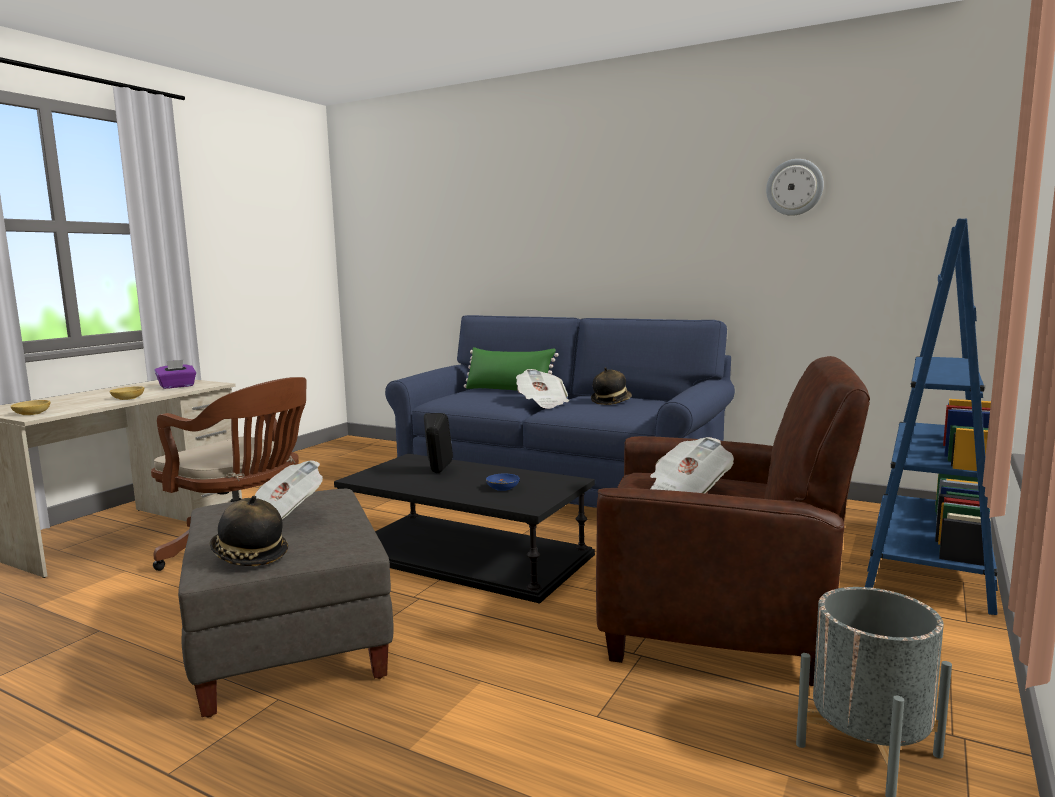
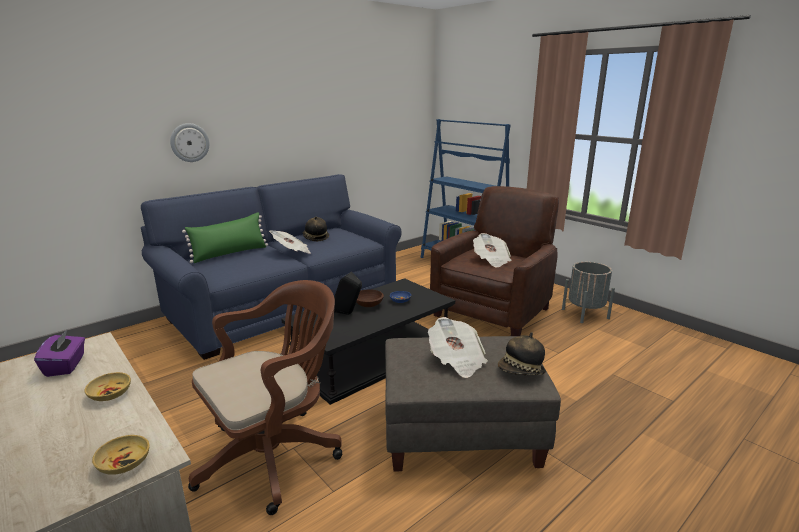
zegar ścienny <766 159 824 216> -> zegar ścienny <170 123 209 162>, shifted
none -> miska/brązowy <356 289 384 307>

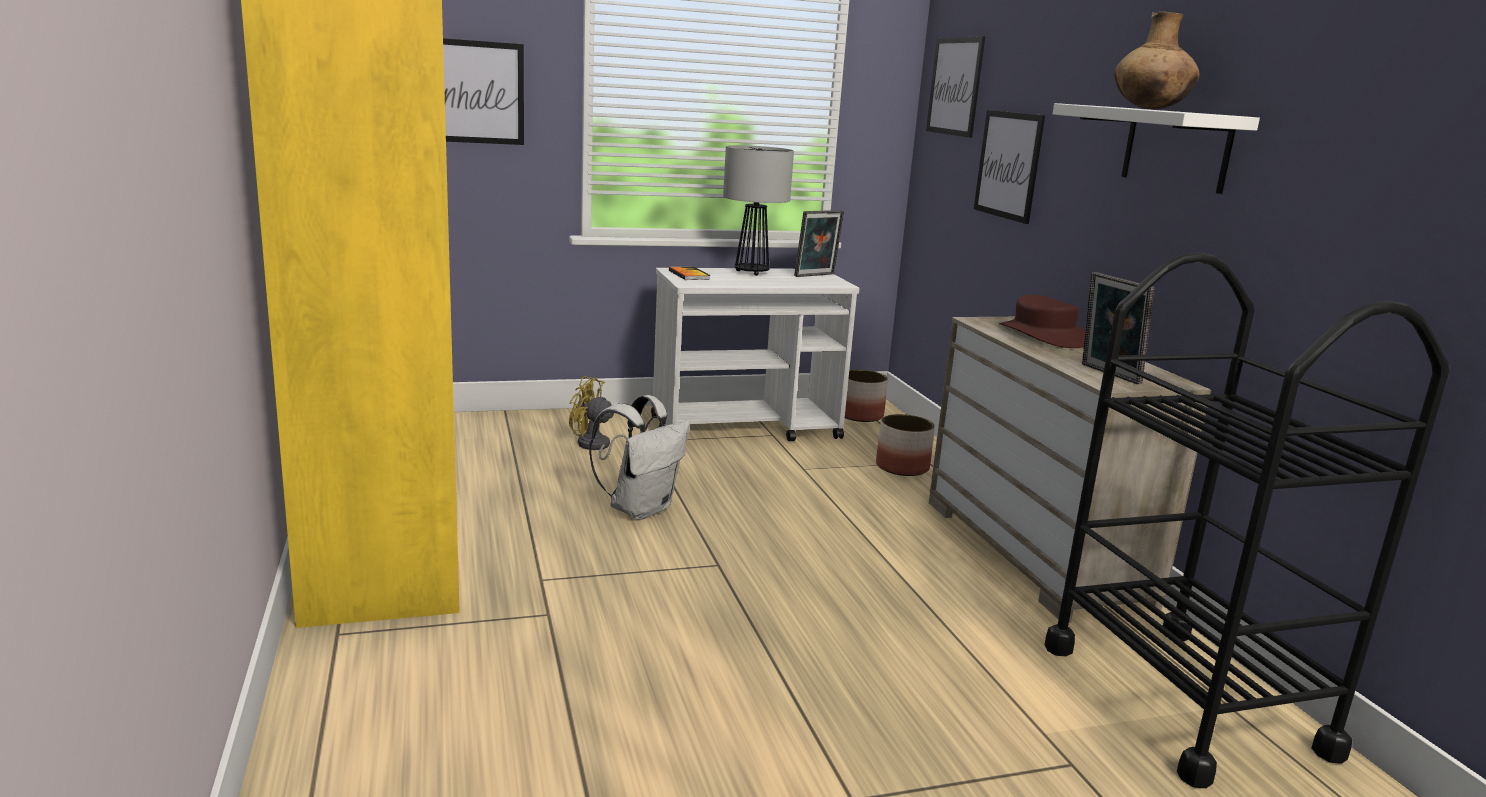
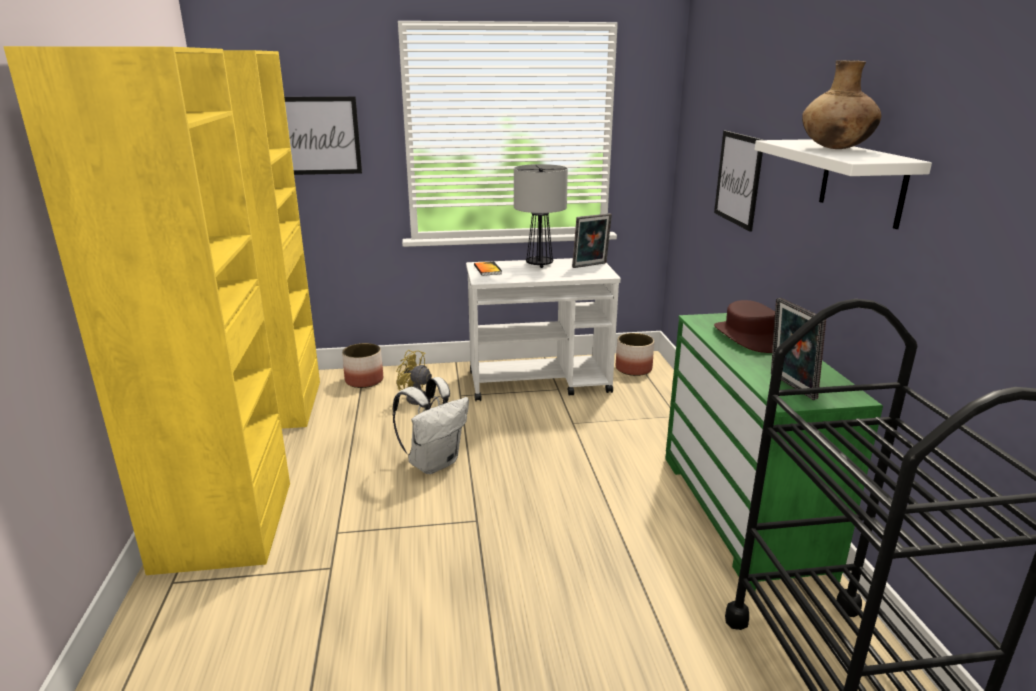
donica <876 414 935 476> -> donica <342 343 383 388>, shifted
obraz <926 36 985 138> -> none
komoda/beżowy <929 317 1211 623> -> komoda/zielony <665 313 883 591>

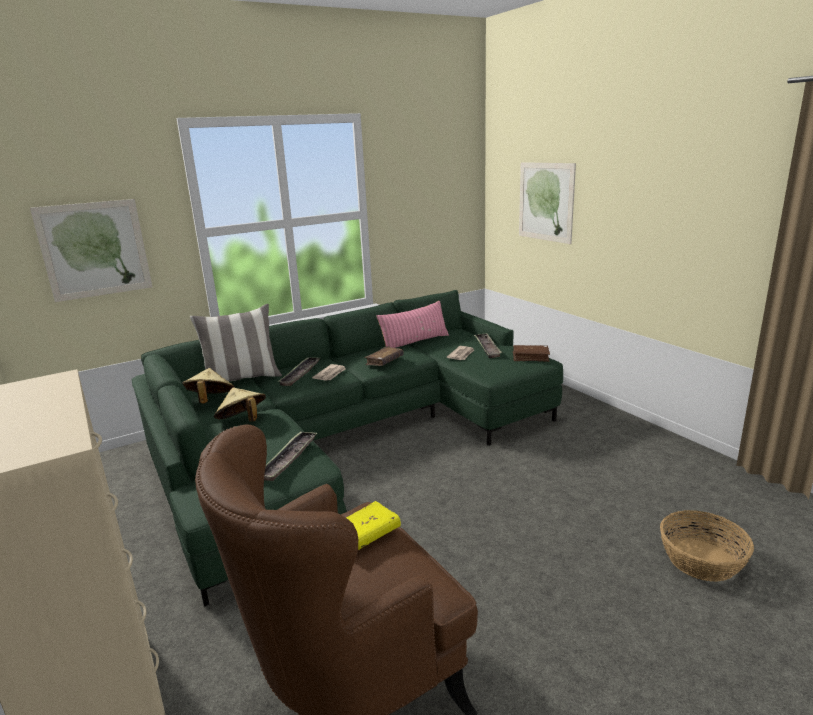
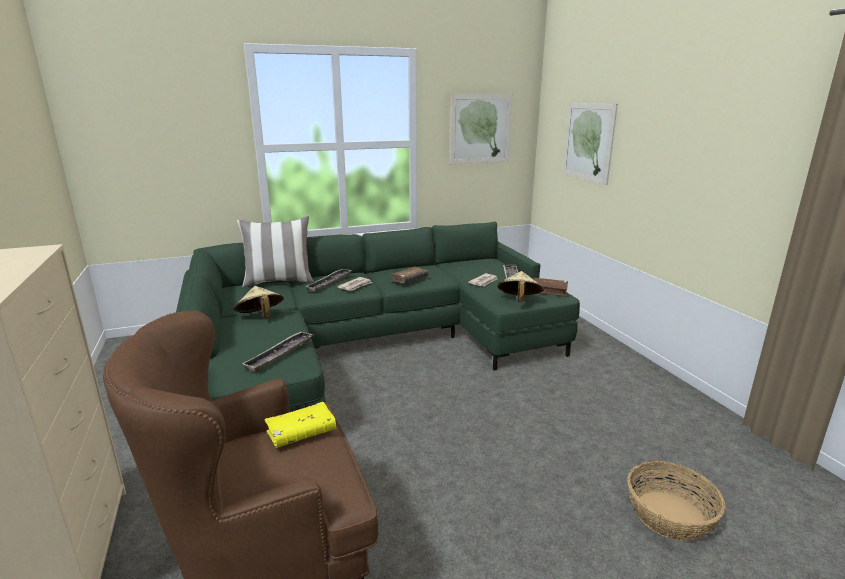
obraz <30 199 152 302> -> obraz <450 94 512 164>, shifted
kapelusz/beżowy <182 368 234 404> -> kapelusz/beżowy <498 271 544 302>, shifted
poduszka/różowy <376 301 449 348> -> none

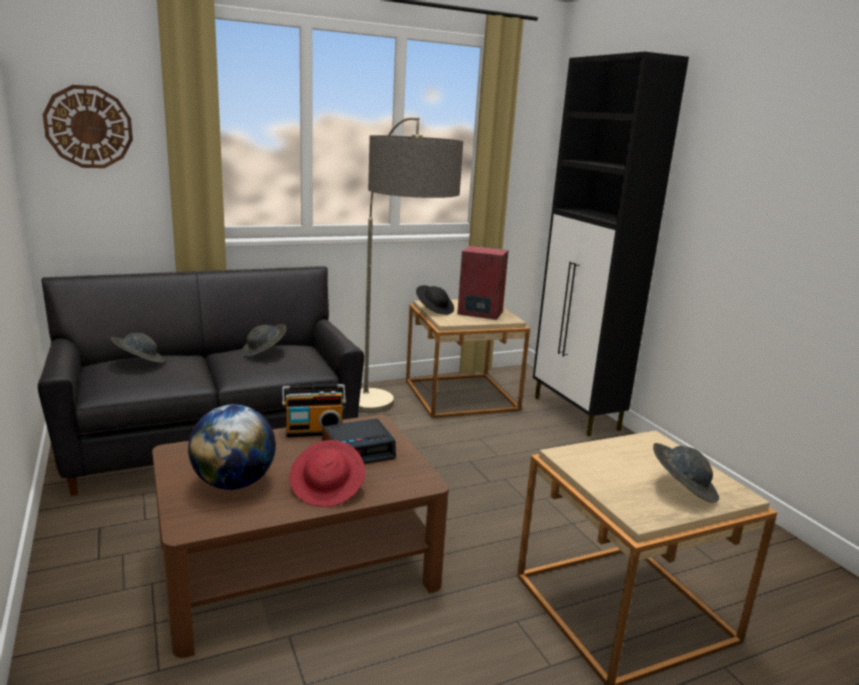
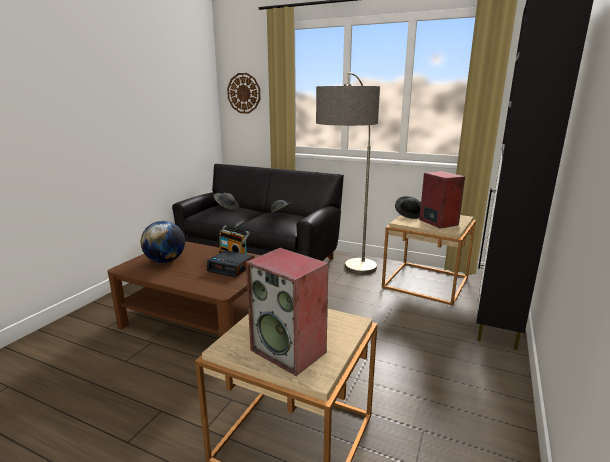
kapelusz/czerwony <289 440 365 507> -> none
kapelusz/szary <653 443 719 503> -> głośnik <246 248 328 376>

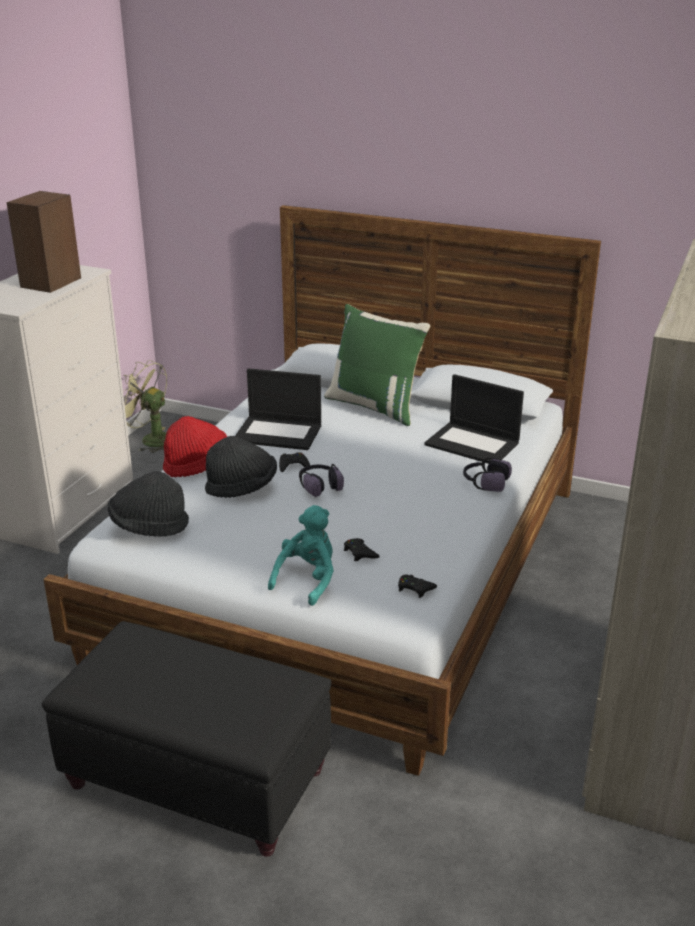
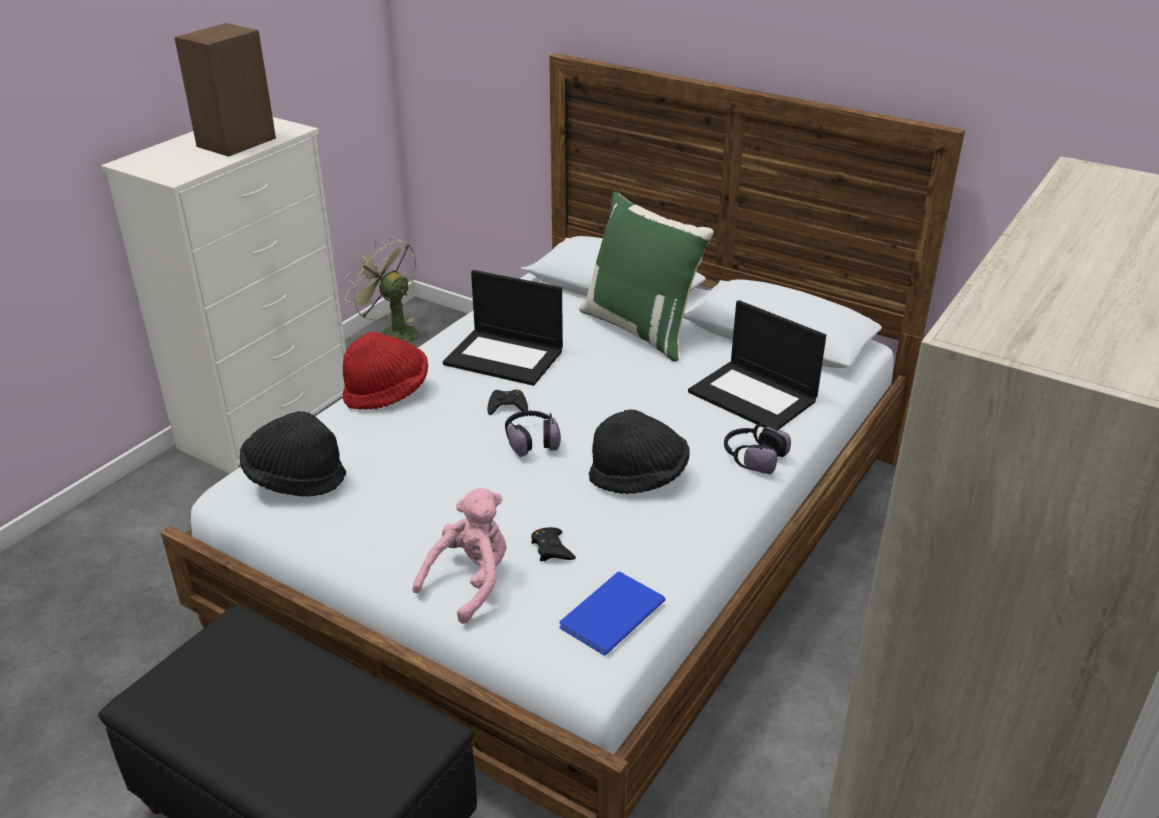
kapelusz/czarny <205 436 277 498> -> kapelusz/czarny <589 409 690 494>, shifted
pluszak/turkusowy <268 505 334 606> -> pluszak/różowy <412 488 506 624>
pad do gier/czarny <398 574 437 598> -> książka/niebieski <560 572 665 656>

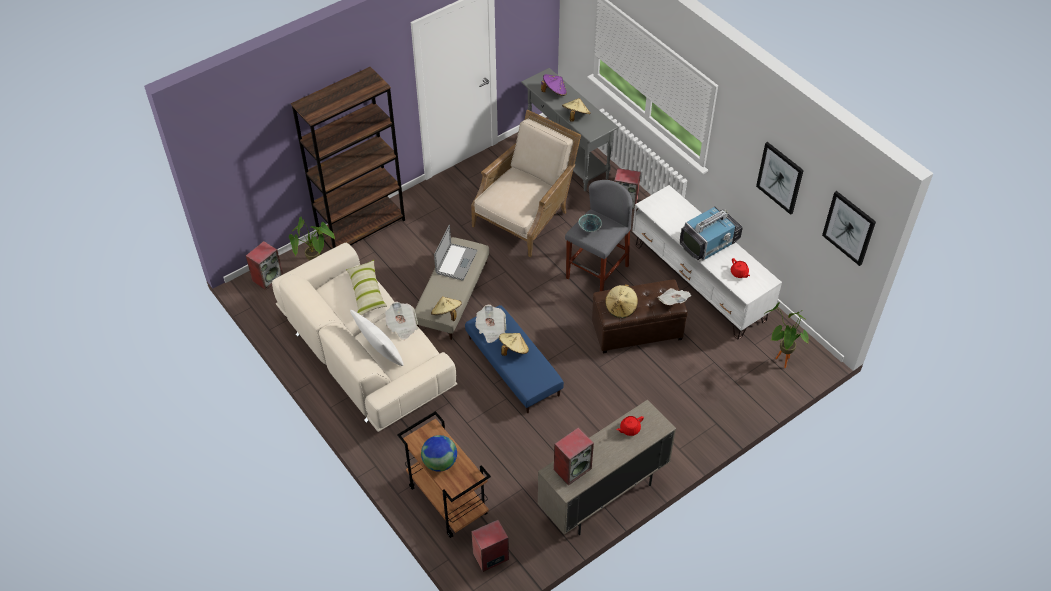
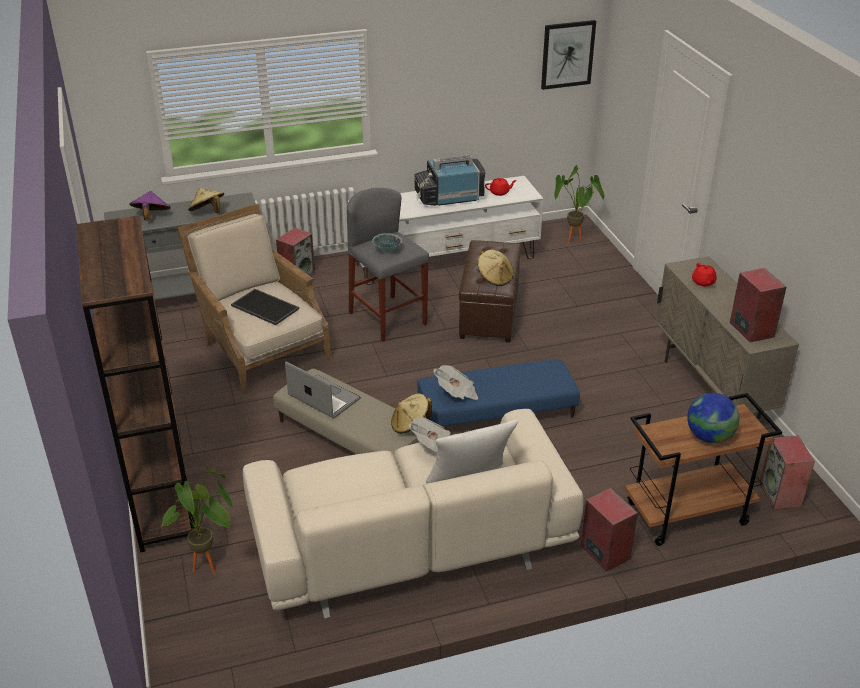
głośnik <246 241 283 290> -> głośnik <581 488 638 572>, shifted
poduszka <346 260 387 315> -> none
kapelusz/beżowy <499 333 529 356> -> none
gazeta <658 288 691 305> -> none
telewizor <680 206 743 260> -> telewizor <414 154 486 206>, 90 degrees counterclockwise
obraz <756 142 804 215> -> none
none -> taca <231 289 299 325>

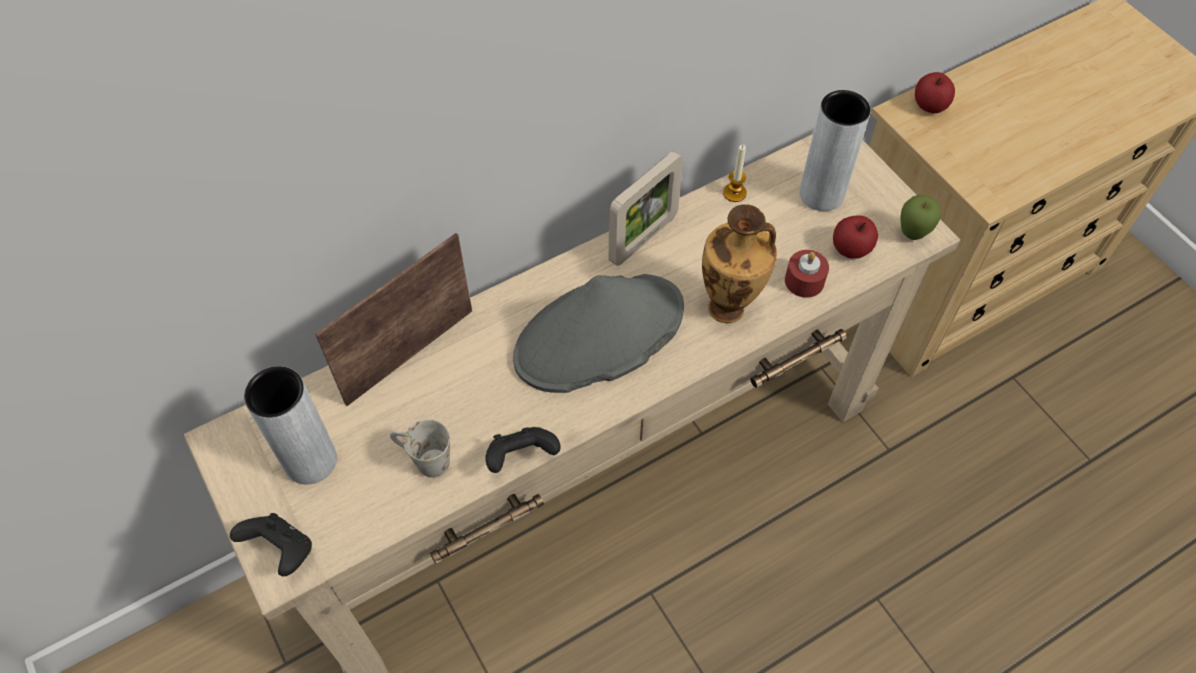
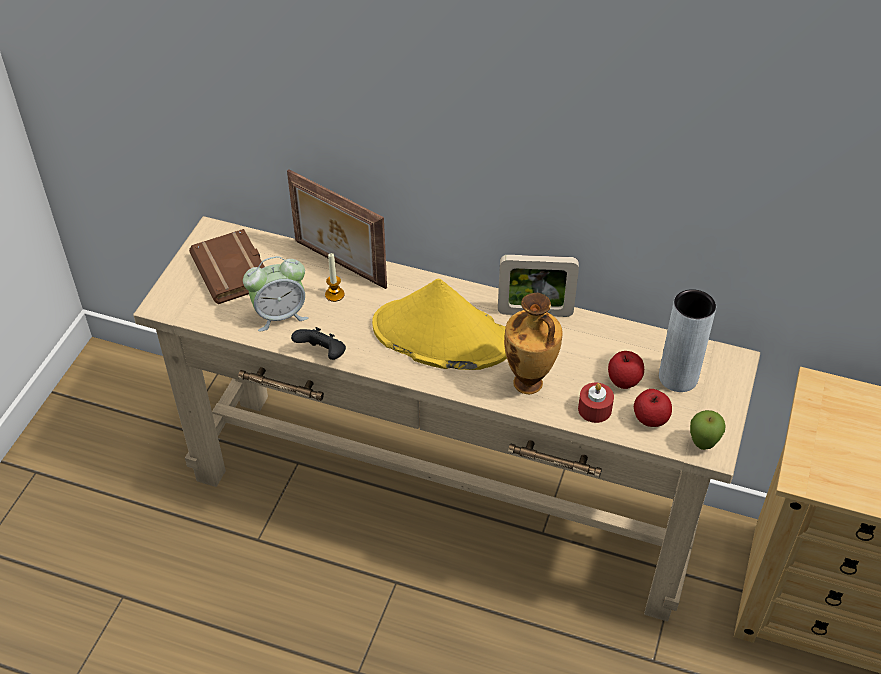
pad do gier/czarny <230 513 312 576> -> none
wazon/szary <244 366 337 485> -> książka/brązowy <189 229 265 304>
ramka na zdjęcie <315 233 472 406> -> ramka na zdjęcie <287 169 387 289>, 150 degrees counterclockwise
kubek/biały <390 419 450 478> -> budzik <243 256 309 332>
kapelusz/szary <513 274 684 393> -> kapelusz/żółty <372 279 507 370>
świeca <723 145 747 202> -> świeca <325 253 345 302>, shifted
jabłko <915 72 955 114> -> jabłko <608 351 644 389>, shifted

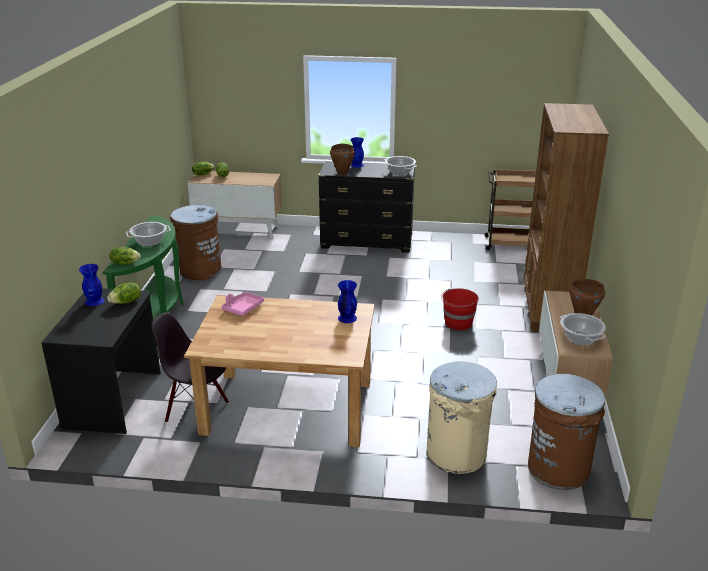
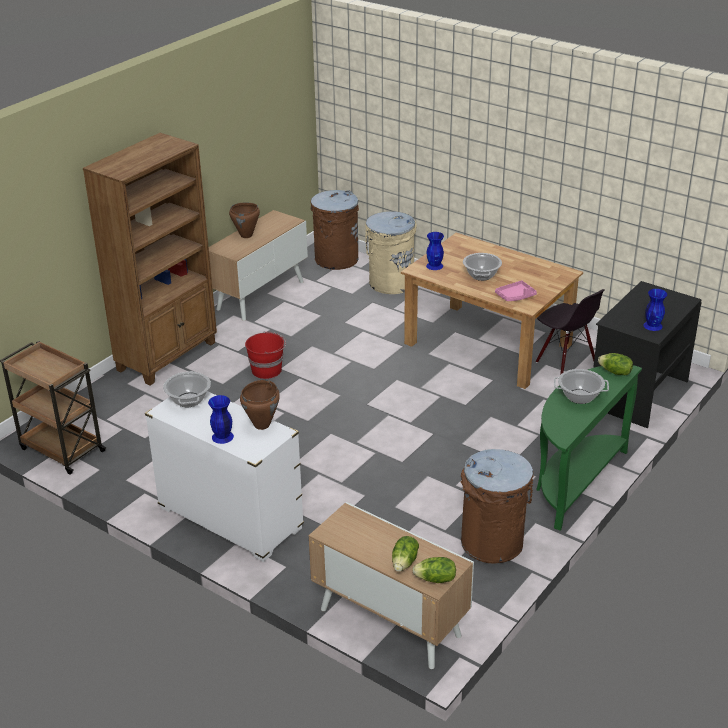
sałata <107 282 141 304> -> none
komoda/czarny <318 161 415 253> -> komoda/biały <145 391 304 562>
garnek <560 313 606 346> -> garnek <463 253 502 281>, shifted

